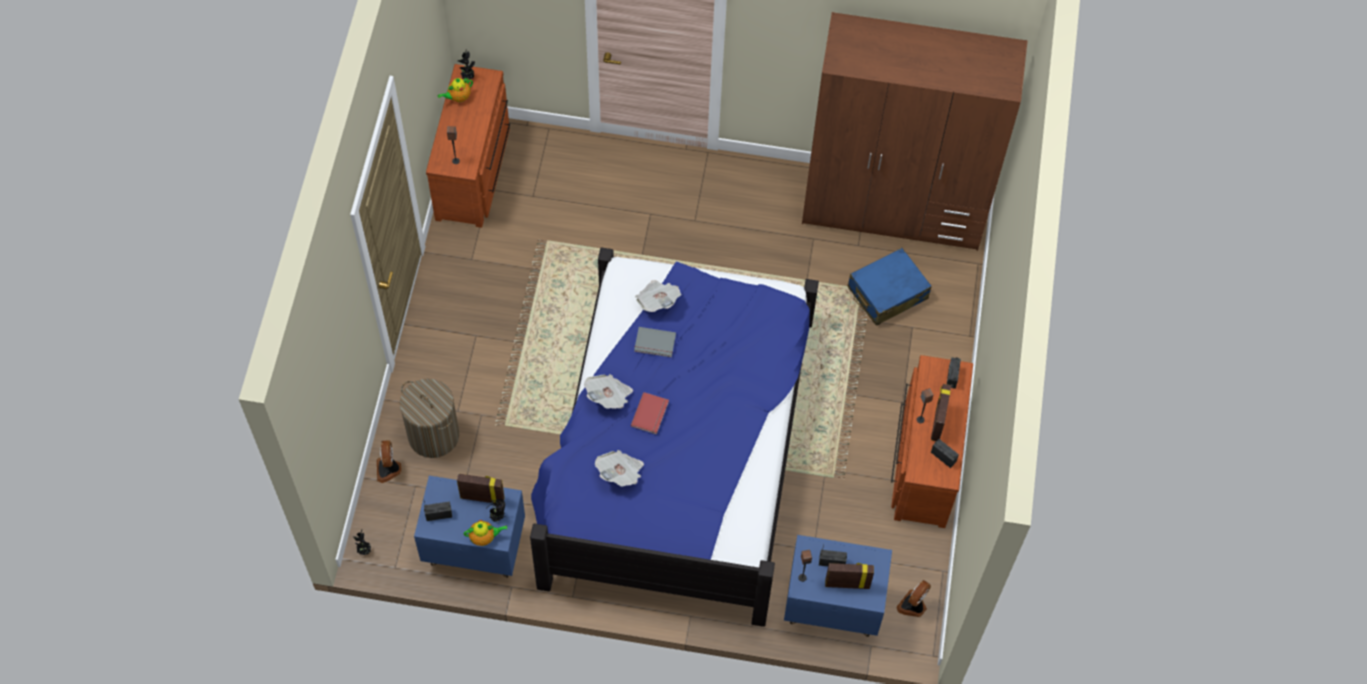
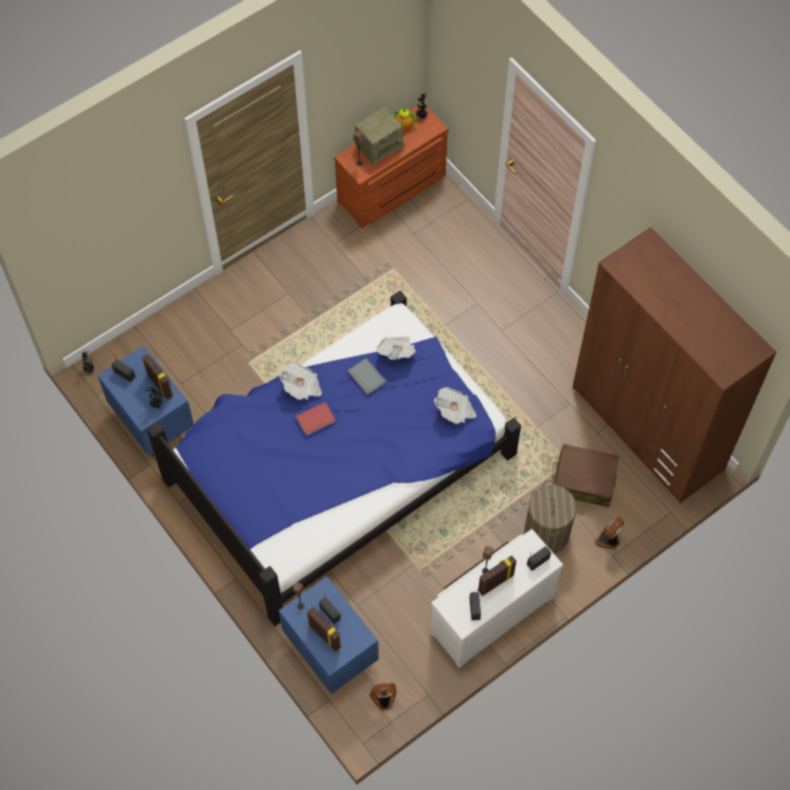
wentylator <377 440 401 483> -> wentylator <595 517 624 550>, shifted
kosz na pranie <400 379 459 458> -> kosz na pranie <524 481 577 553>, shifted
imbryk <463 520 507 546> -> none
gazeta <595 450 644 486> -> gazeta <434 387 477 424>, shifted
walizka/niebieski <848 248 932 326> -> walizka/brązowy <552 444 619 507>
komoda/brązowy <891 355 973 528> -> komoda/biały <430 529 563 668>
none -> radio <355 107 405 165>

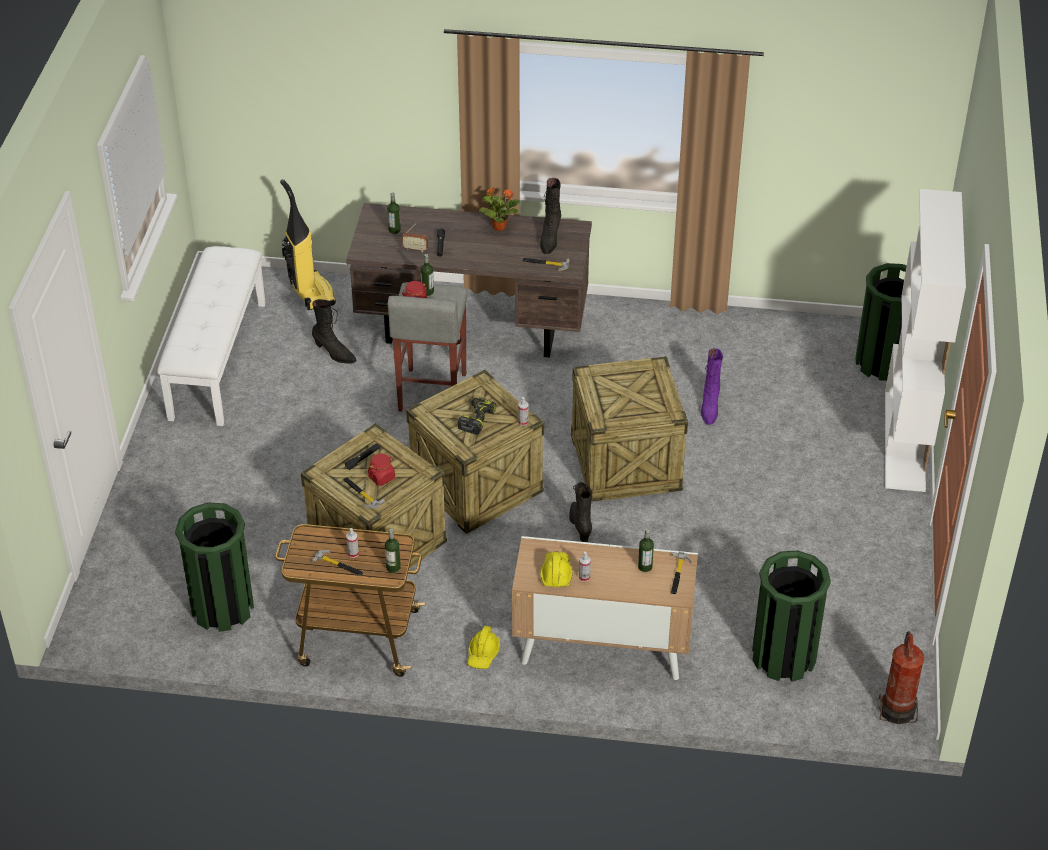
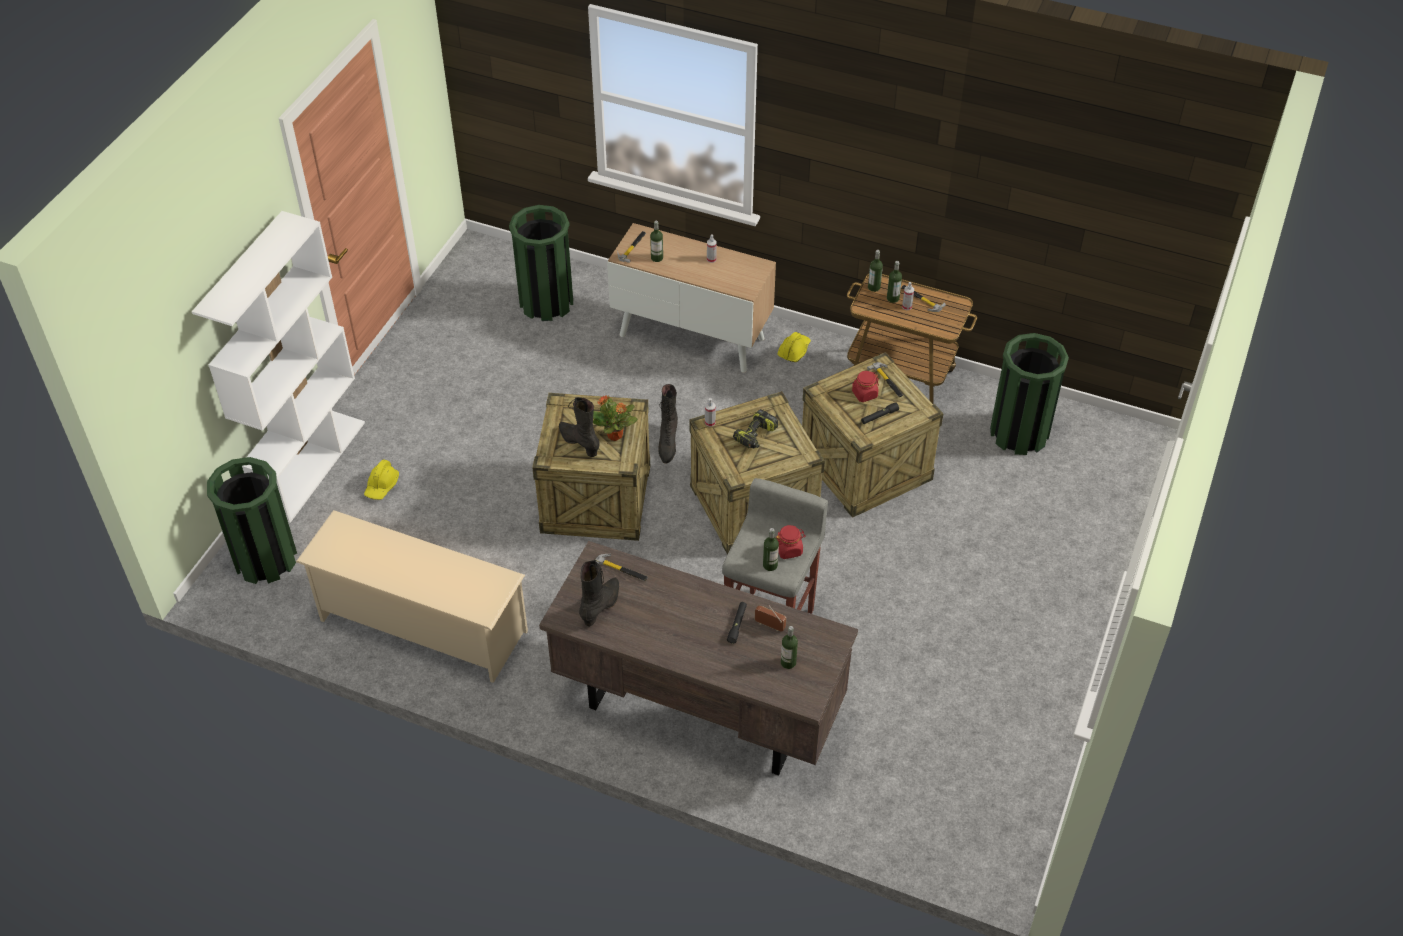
ławka/biały <157 246 266 426> -> none
odkurzacz <280 179 336 310> -> none
but z cholewką/czarny <312 299 356 364> -> but z cholewką/czarny <559 397 600 457>, shifted
roślina doniczkowa <479 187 520 231> -> roślina doniczkowa <593 395 637 441>, shifted
kask/żółty <540 552 573 587> -> kask/żółty <364 459 399 500>, shifted
but z cholewką/fioletowy <701 348 723 425> -> none
gaśnica <879 631 925 724> -> none
none -> regał na buty/beżowy <296 510 528 683>
none -> butelka <887 261 902 303>

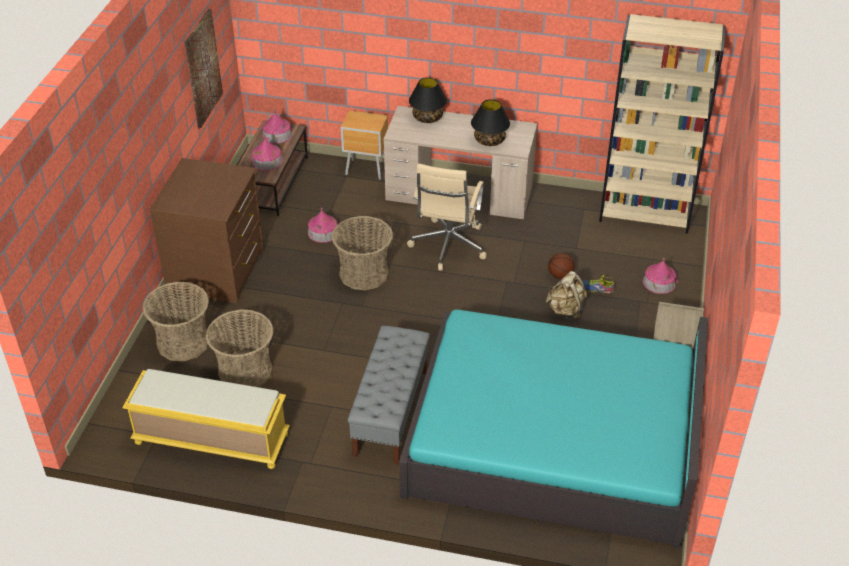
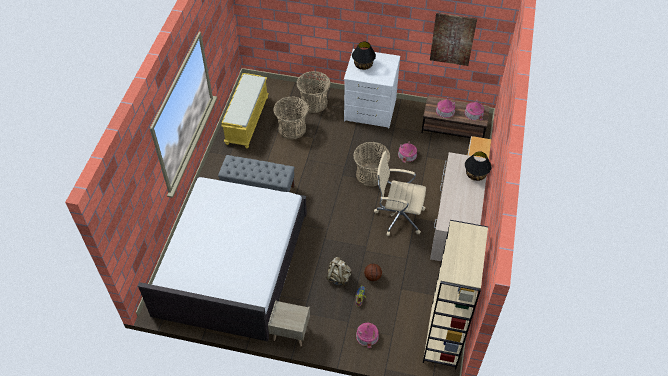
komoda/brązowy <149 158 264 303> -> komoda/biały <344 49 400 129>
łóżko/turkusowy <399 310 708 549> -> łóżko/biały <138 176 307 341>
lampa stołowa/czarny <471 100 510 146> -> lampa stołowa/czarny <352 42 376 70>, shifted

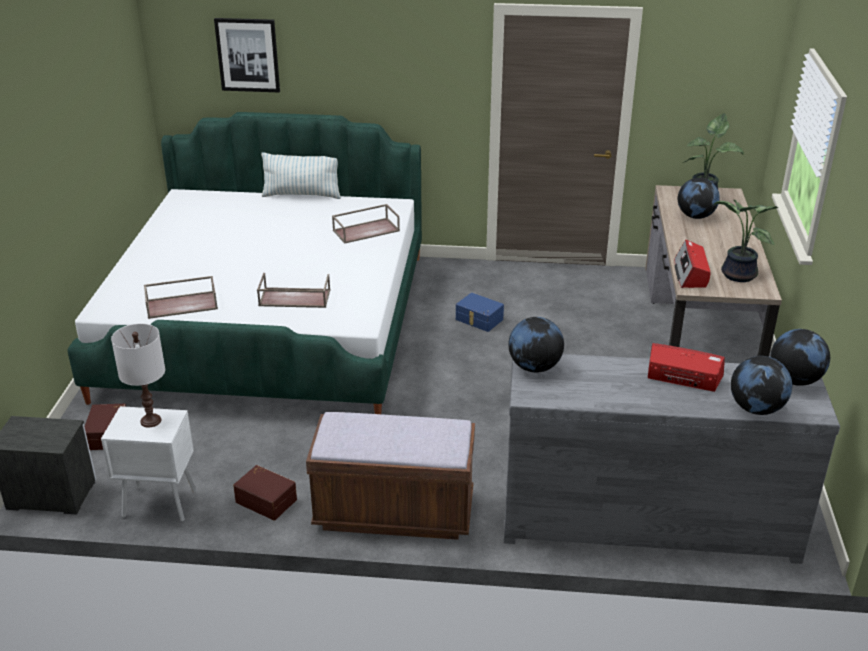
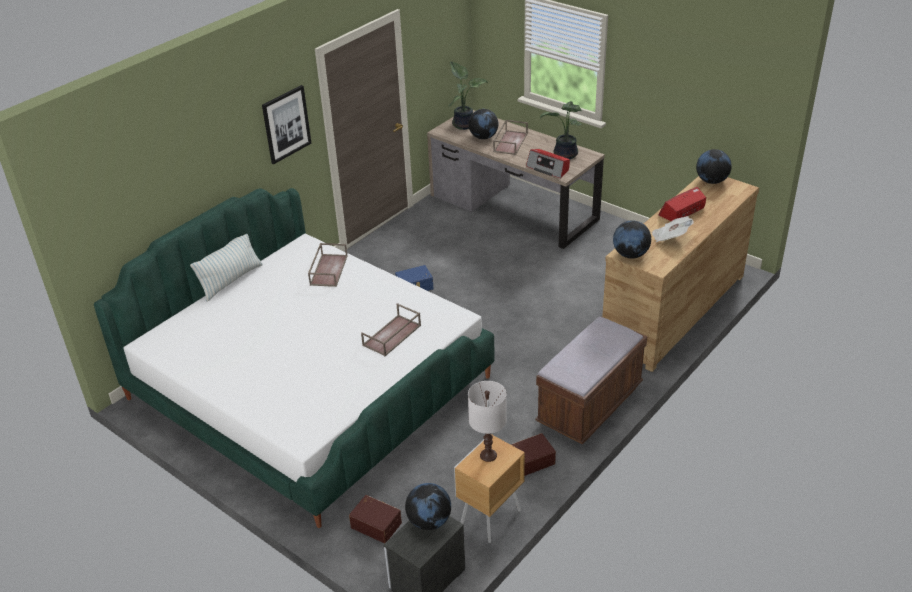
szafka nocna/biały <101 406 197 522> -> szafka nocna/brązowy <454 434 525 543>
taca/brązowy <144 276 218 319> -> taca/brązowy <493 120 528 155>, shifted
obraz <214 18 280 92> -> obraz <262 85 311 164>, shifted
komoda/szary <504 354 840 564> -> komoda/brązowy <602 176 759 372>
globus <731 356 792 415> -> globus <405 483 451 530>, shifted
none -> gazeta <652 216 694 242>

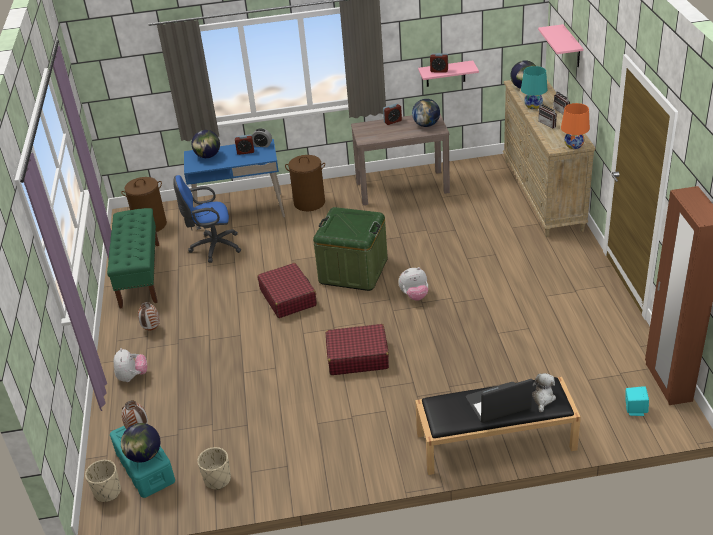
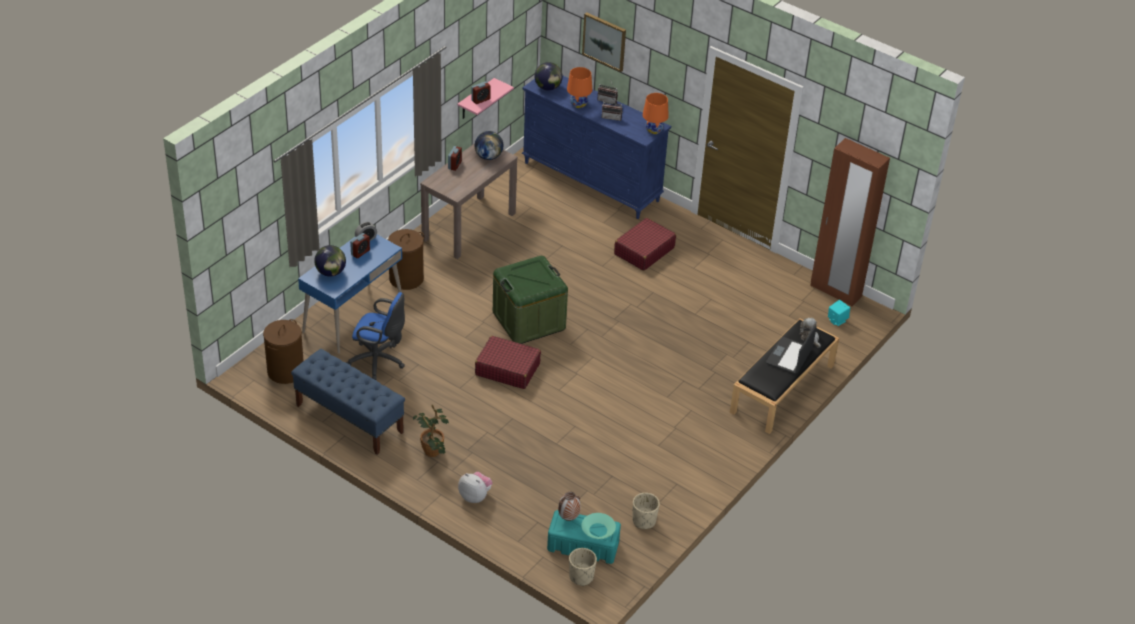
ławka/zielony <107 208 159 308> -> ławka/niebieski <291 349 405 455>
globus <121 423 160 463> -> miska/turkusowy <581 513 616 539>
wazon <138 302 160 330> -> roślina doniczkowa <413 404 449 457>
krzesło biurowe/niebieski <173 175 241 263> -> krzesło biurowe/niebieski <346 292 405 380>, 105 degrees counterclockwise
walizka/czerwony <326 324 389 375> -> walizka/czerwony <614 218 676 271>, shifted
pluszak <398 267 428 301> -> none
komoda/beżowy <503 80 595 237> -> komoda/niebieski <522 76 671 219>
lampa stołowa/turkusowy <521 66 547 109> -> lampa stołowa/pomarańczowy <567 67 593 108>
półka/różowy <538 24 583 67> -> obraz <582 12 626 72>

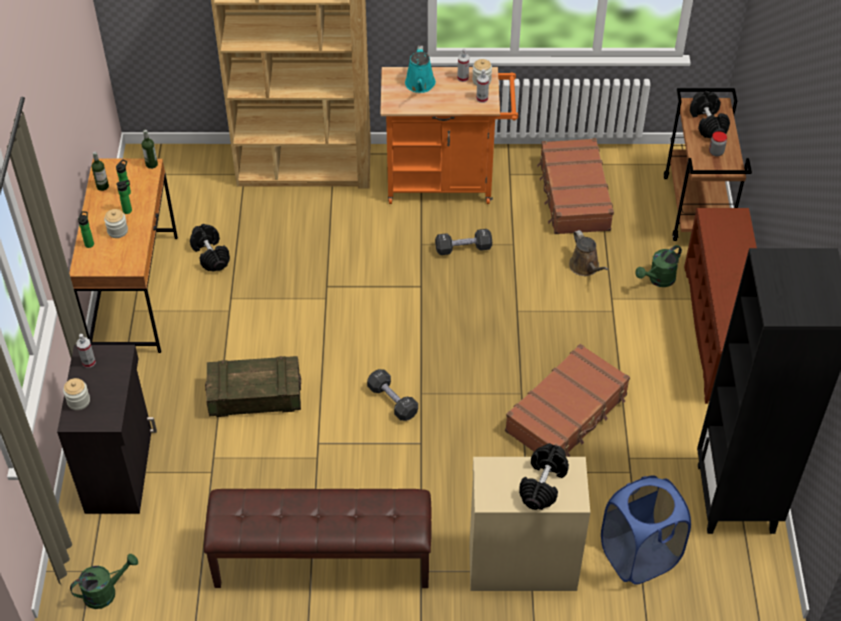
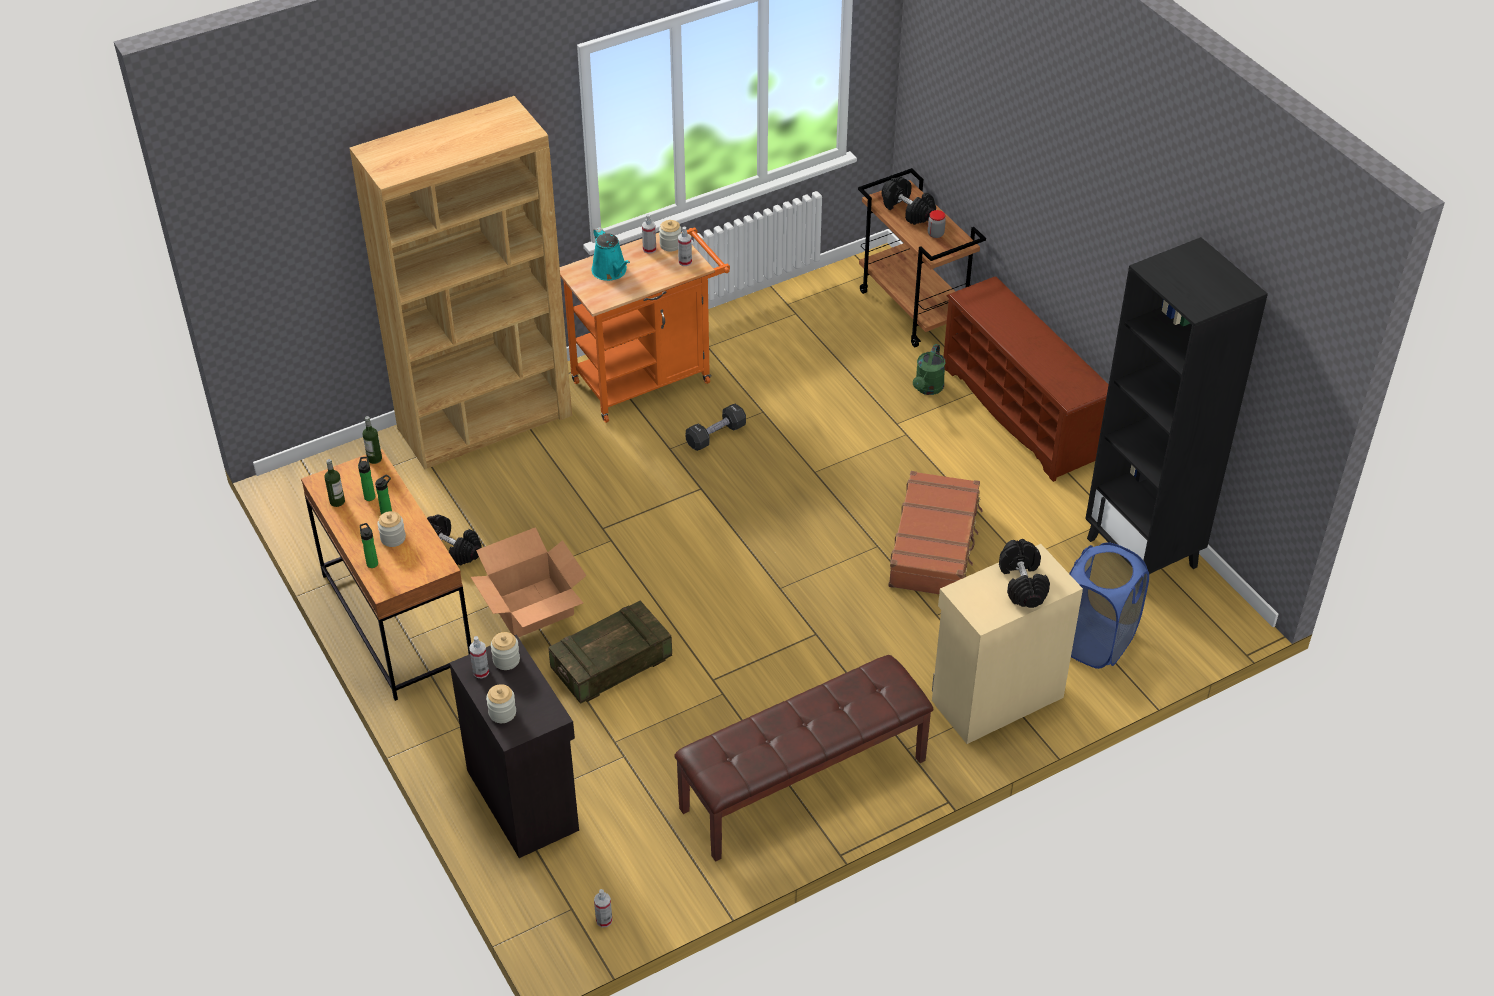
konewka/zielony <70 554 138 609> -> spryskiwacz <594 889 612 927>
hantel/czarny <367 369 418 421> -> none
walizka/brązowy <537 138 614 234> -> none
konewka/brązowy <569 230 609 276> -> none
none -> karton <471 527 586 637>
none -> słoik <491 632 520 670>

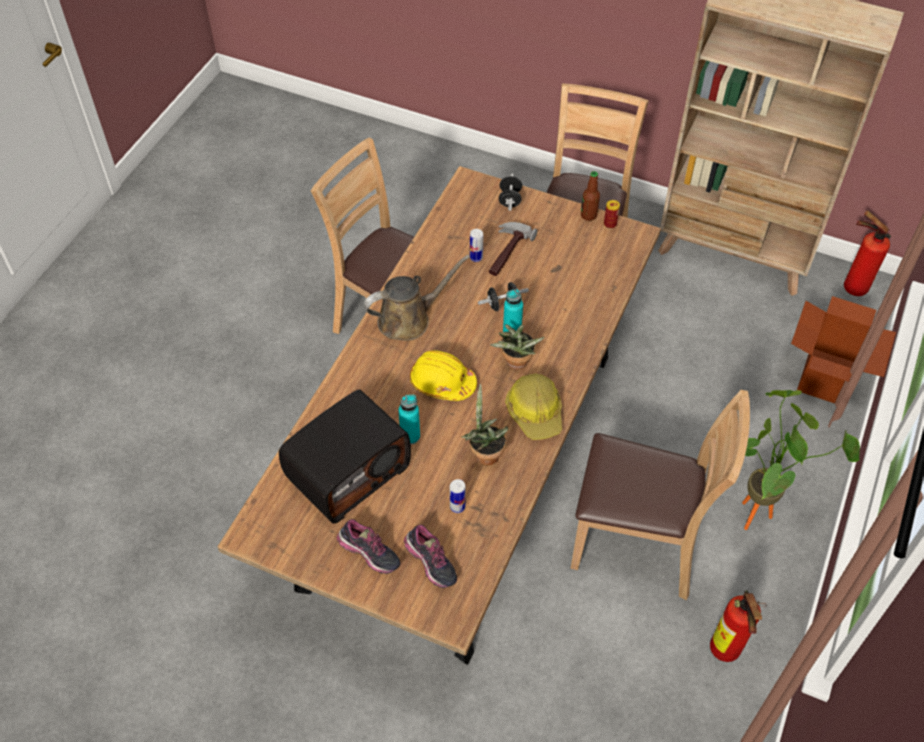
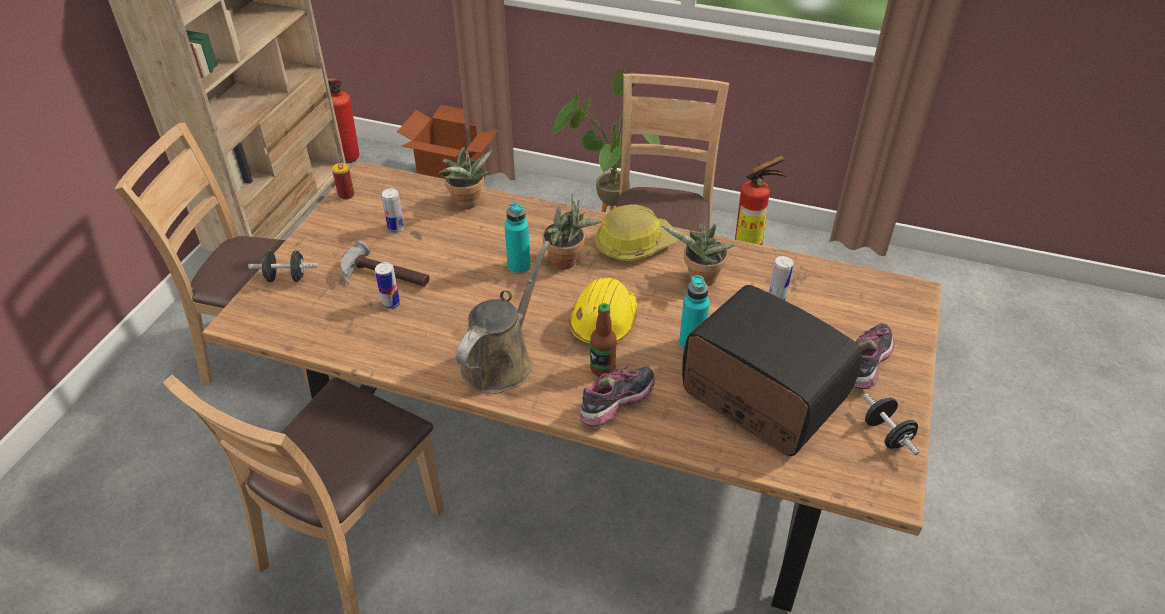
konewka/brązowy <364 255 470 341> -> konewka/brązowy <456 241 550 394>, 60 degrees clockwise
but <404 525 457 588> -> but <580 364 655 427>, shifted
hantel/czarny <478 282 529 311> -> hantel/czarny <863 393 919 455>, shifted
butelka <581 171 600 221> -> butelka <590 303 617 377>, shifted
none -> puszka <382 188 404 233>
none -> roślina doniczkowa <439 147 492 209>

